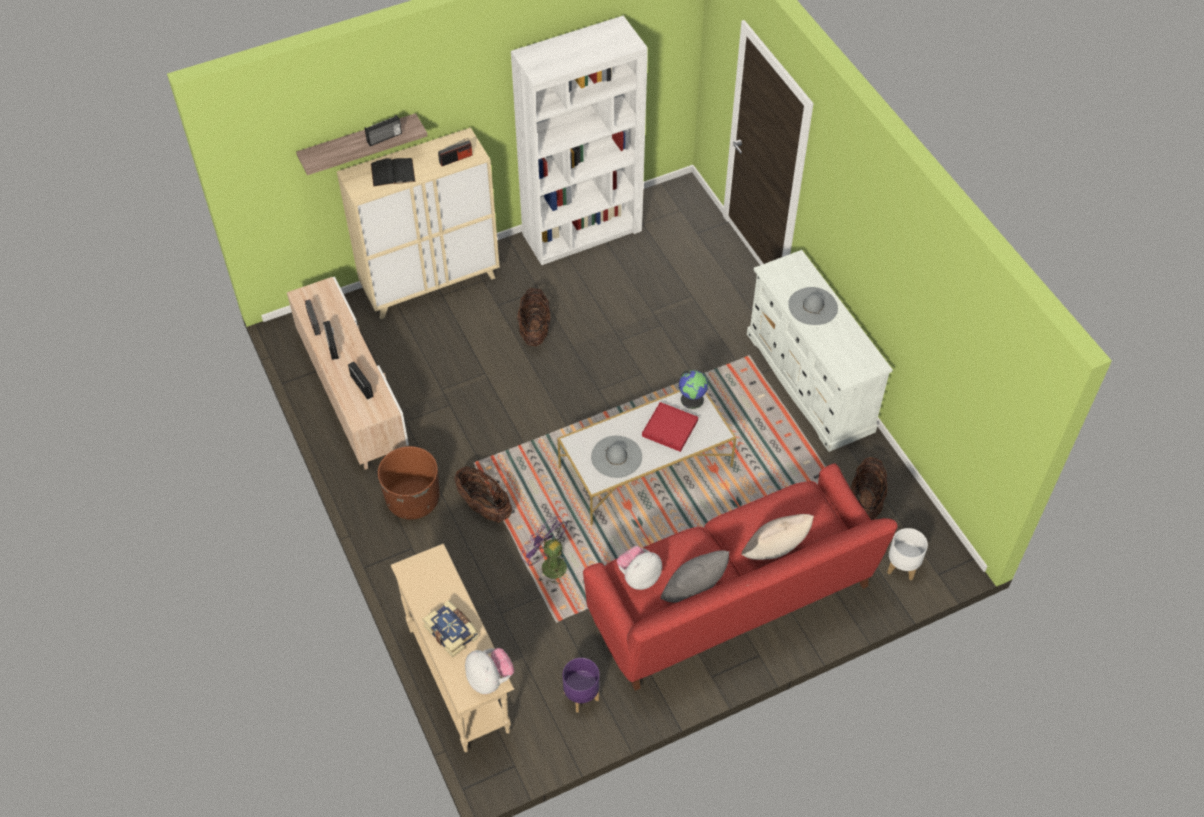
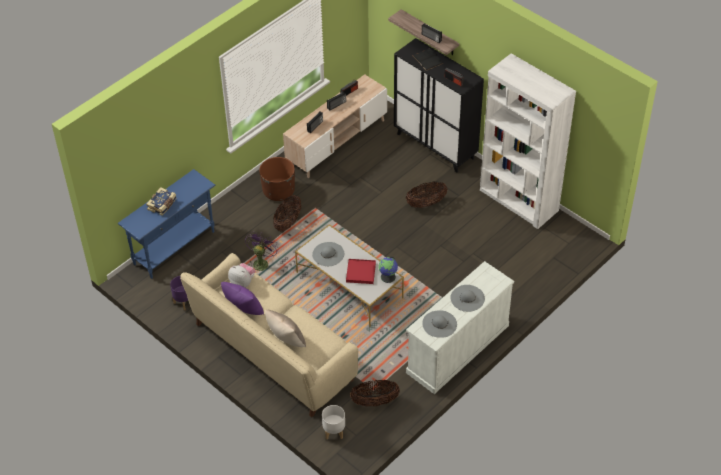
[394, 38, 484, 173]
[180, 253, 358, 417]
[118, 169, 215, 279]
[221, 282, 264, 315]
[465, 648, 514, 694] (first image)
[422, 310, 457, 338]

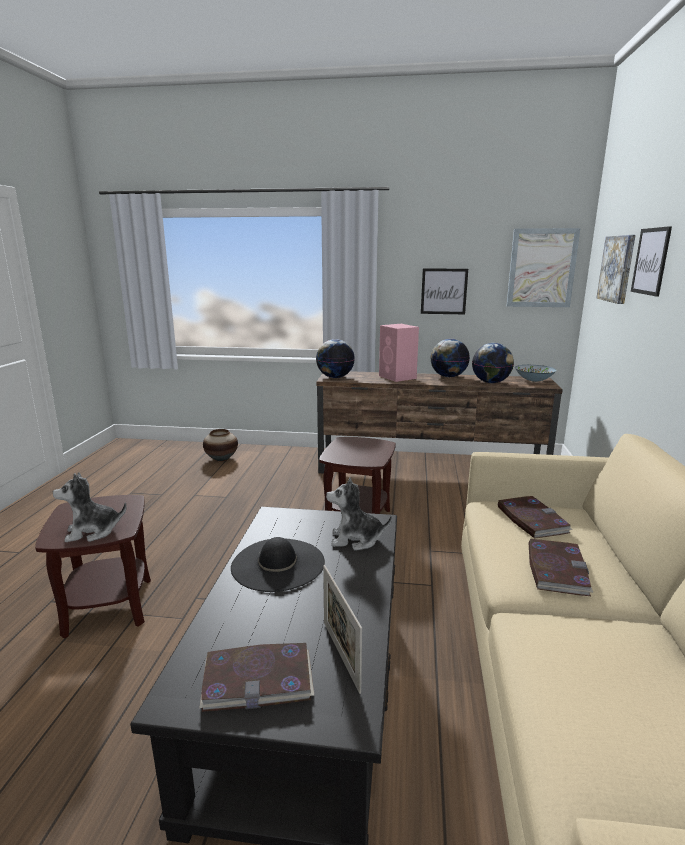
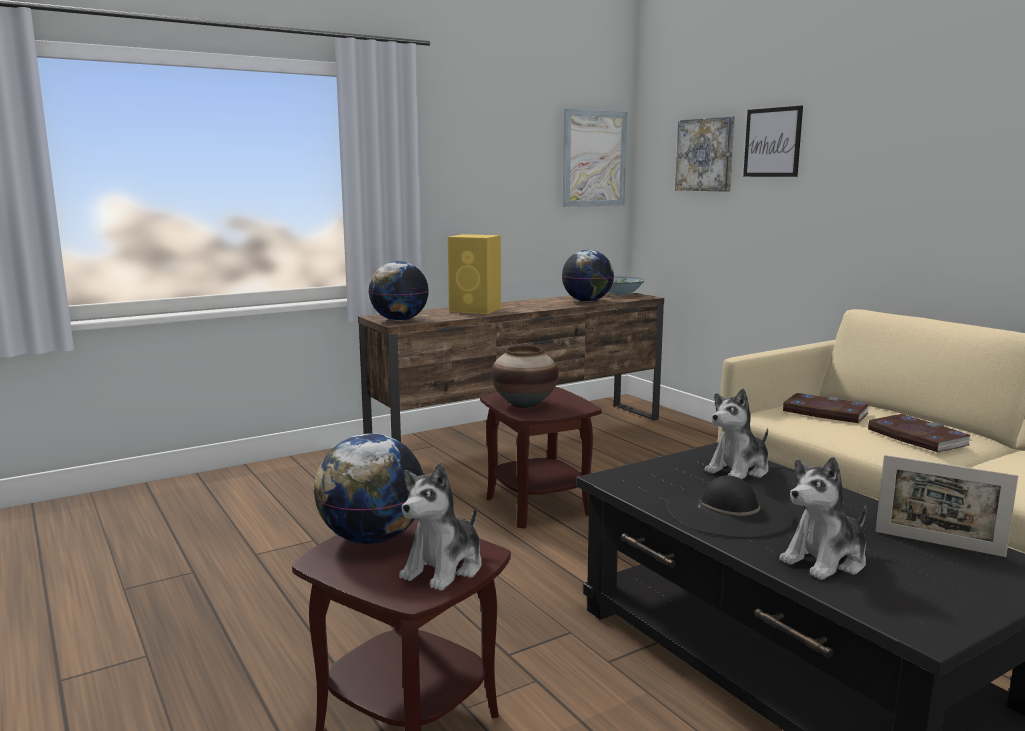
[421, 268, 468, 314] (first image)
[448, 234, 501, 314]
[314, 433, 423, 544]
[491, 346, 558, 408]
[199, 643, 314, 712] (first image)
[779, 457, 867, 580]

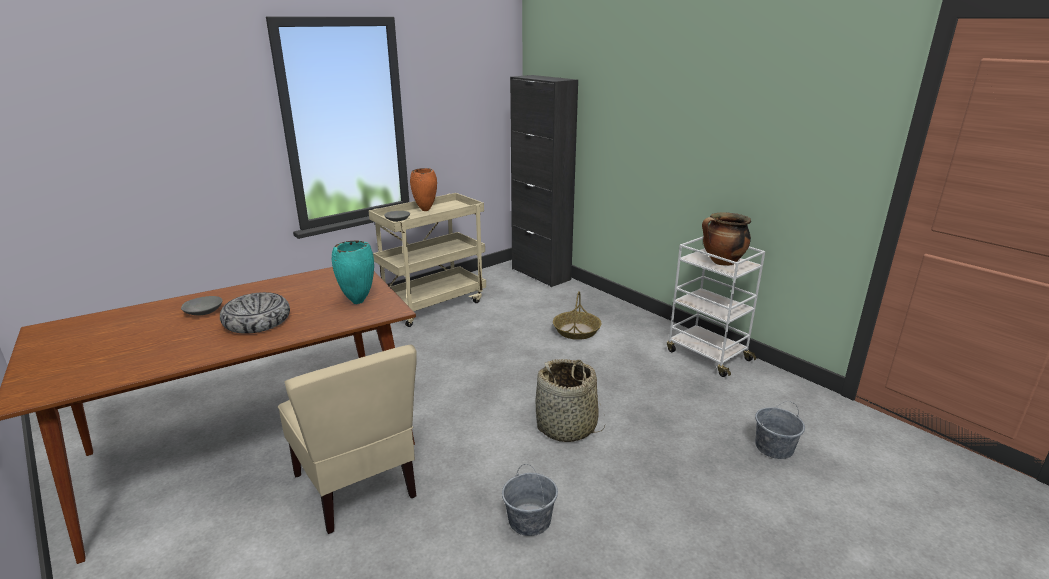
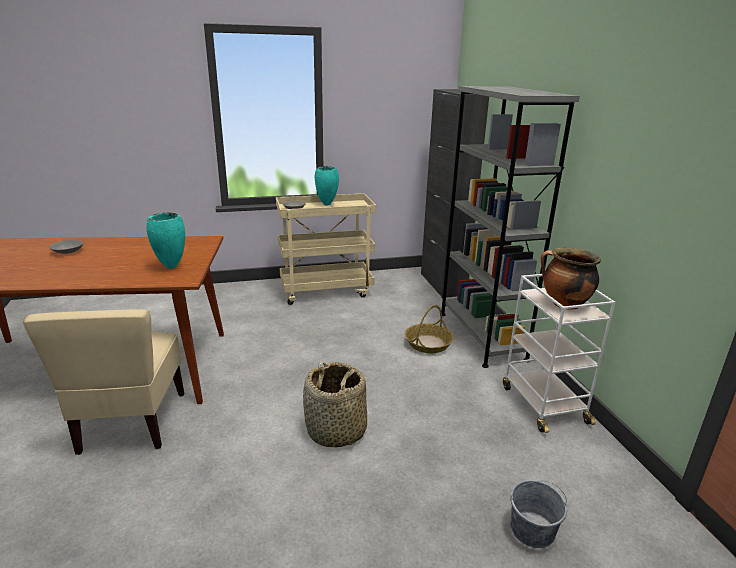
[315, 166, 339, 206]
[220, 292, 290, 334] (first image)
[502, 464, 558, 536] (first image)
[441, 86, 580, 368]

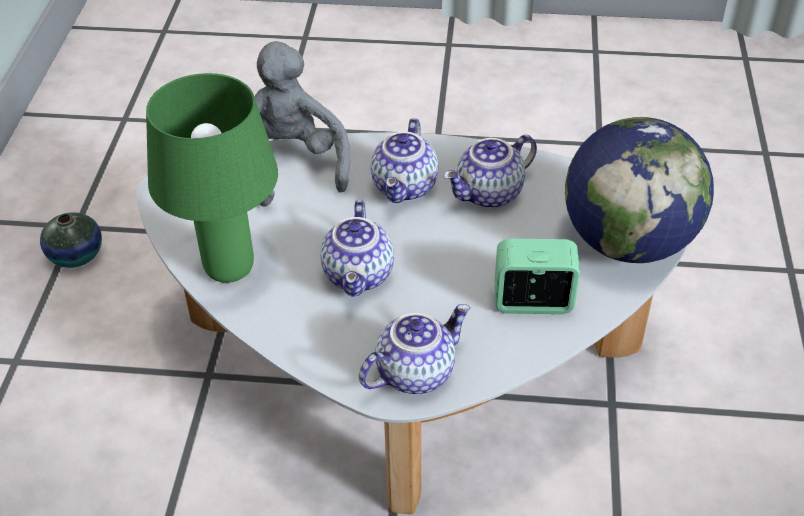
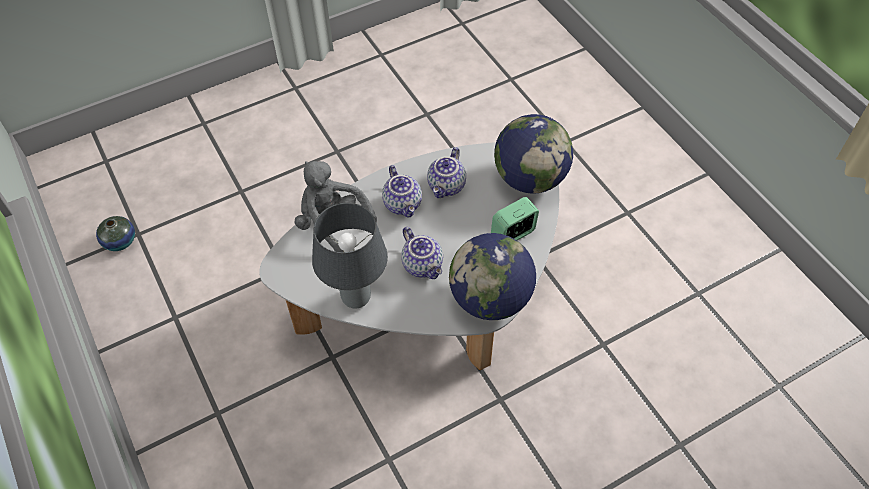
[312, 203, 388, 309]
[96, 216, 135, 251]
[449, 233, 536, 320]

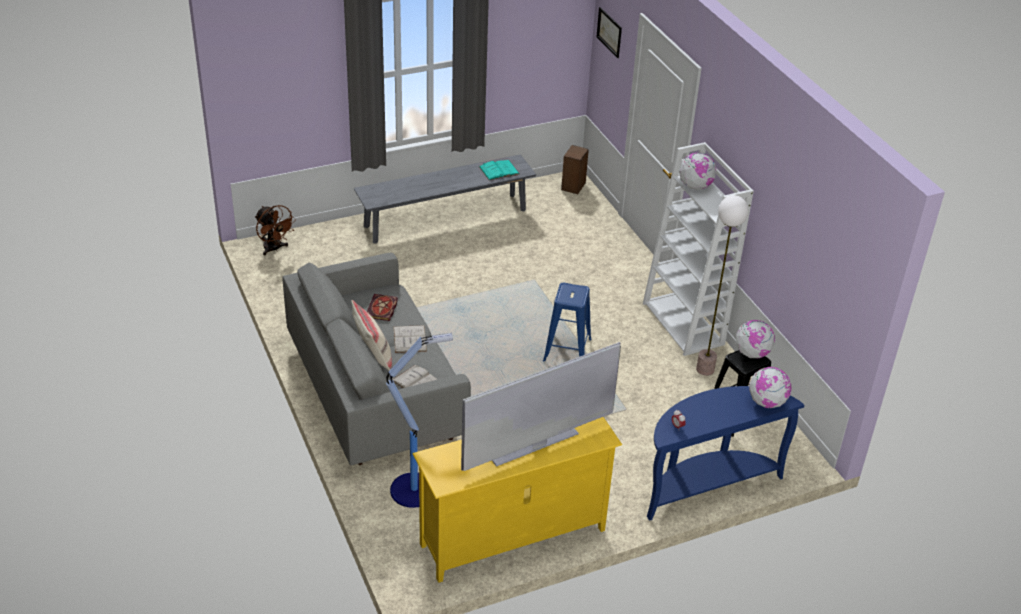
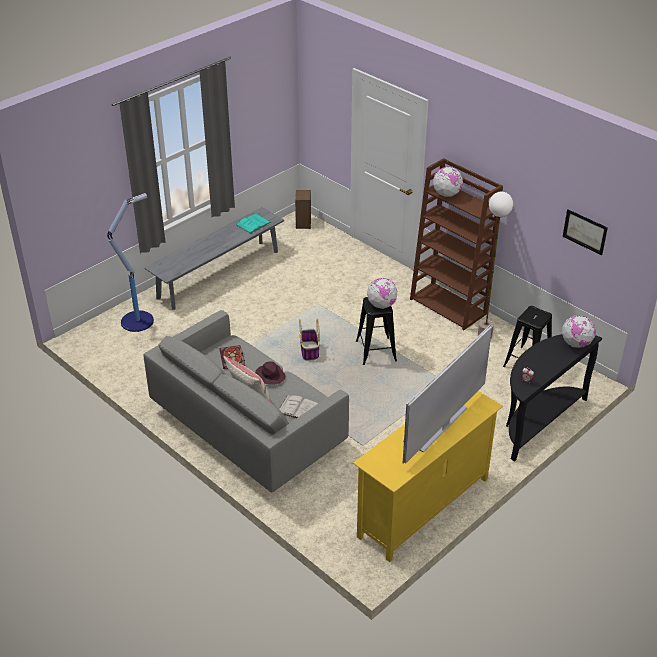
[563, 209, 608, 255]
[410, 158, 503, 330]
[255, 205, 296, 256] (first image)
[356, 297, 397, 365]
[367, 278, 397, 309]
[255, 361, 285, 385]
[107, 193, 154, 332]
[506, 334, 602, 462]
[299, 318, 320, 361]

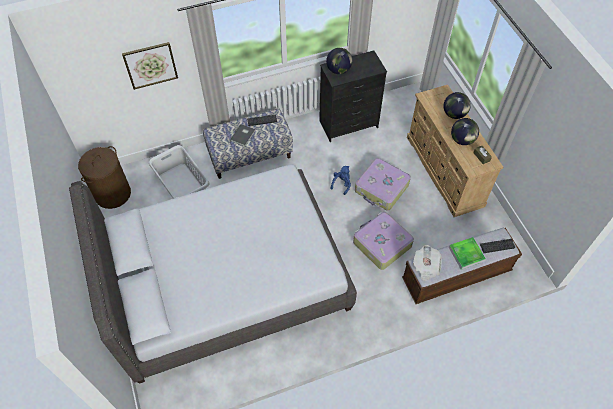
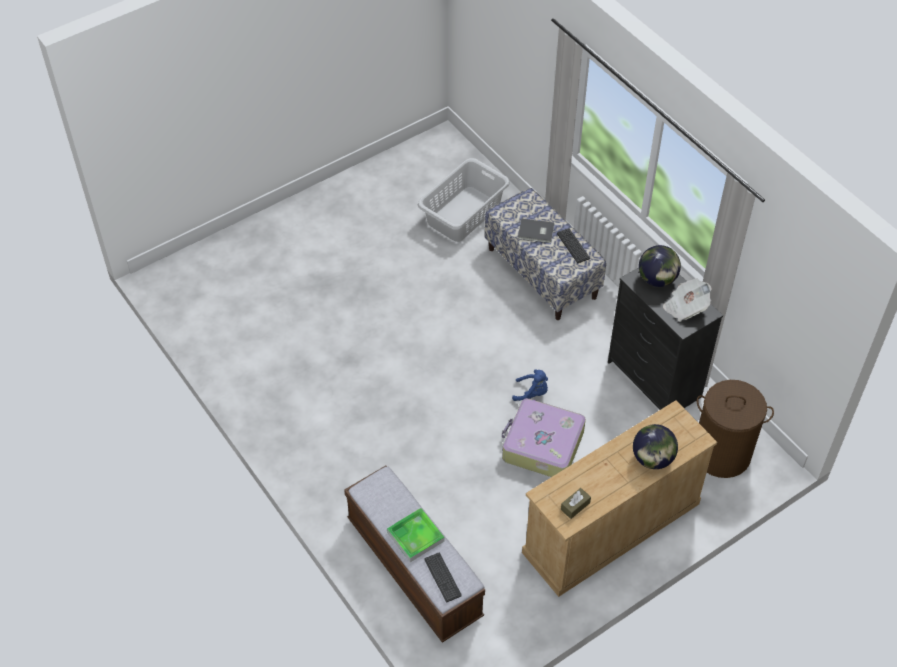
[122, 42, 178, 90] (first image)
[451, 118, 479, 145] (first image)
[697, 380, 774, 478]
[69, 164, 357, 384] (first image)
[353, 212, 414, 270] (first image)
[663, 278, 712, 321]

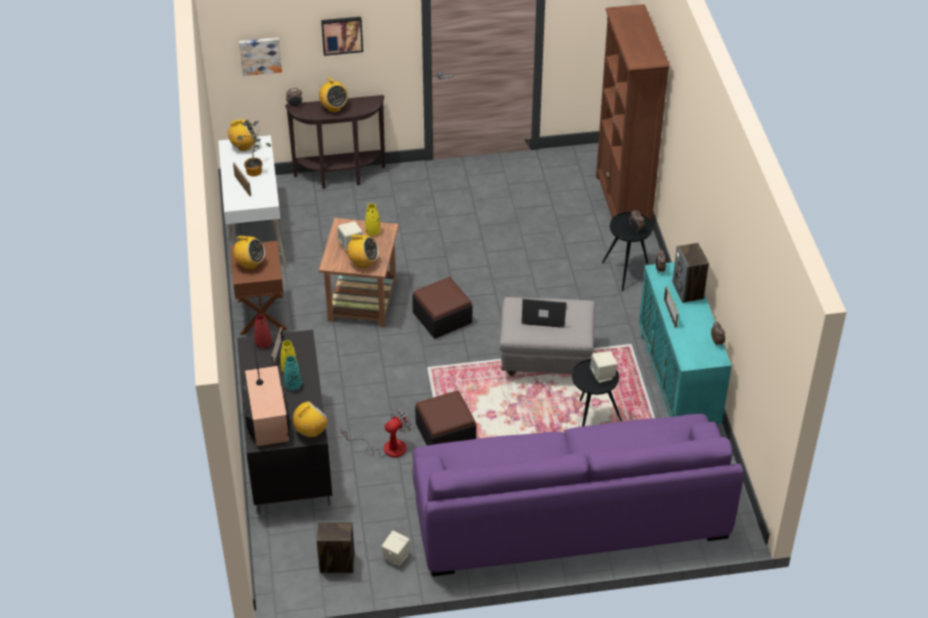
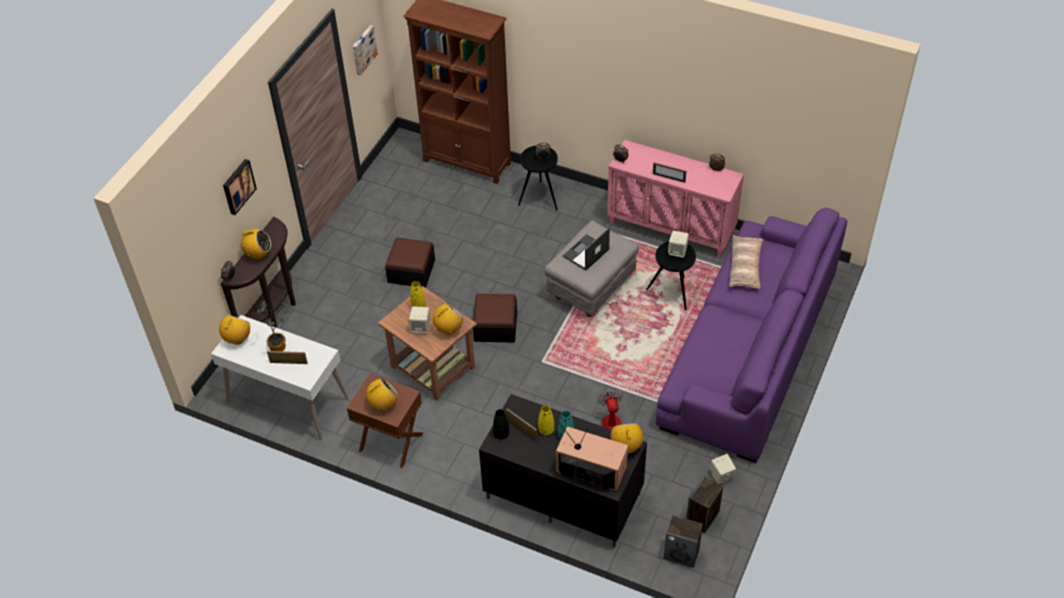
[353, 25, 378, 75]
[664, 515, 703, 568]
[607, 140, 744, 258]
[493, 409, 509, 439]
[385, 238, 435, 288]
[729, 235, 763, 289]

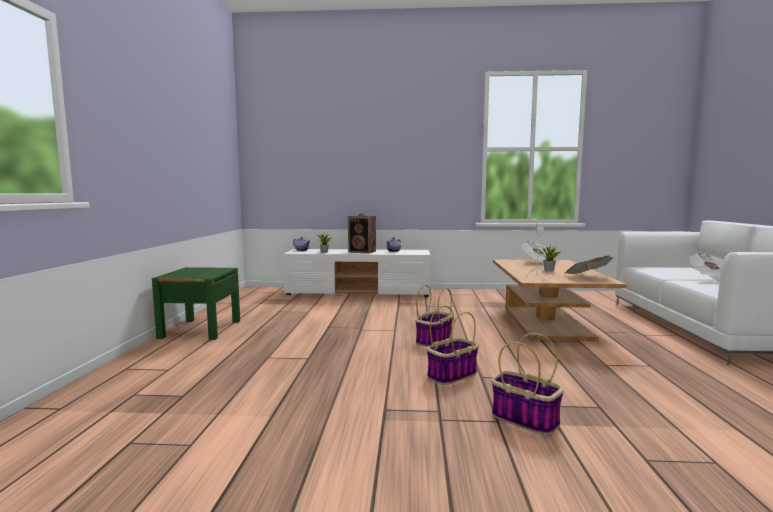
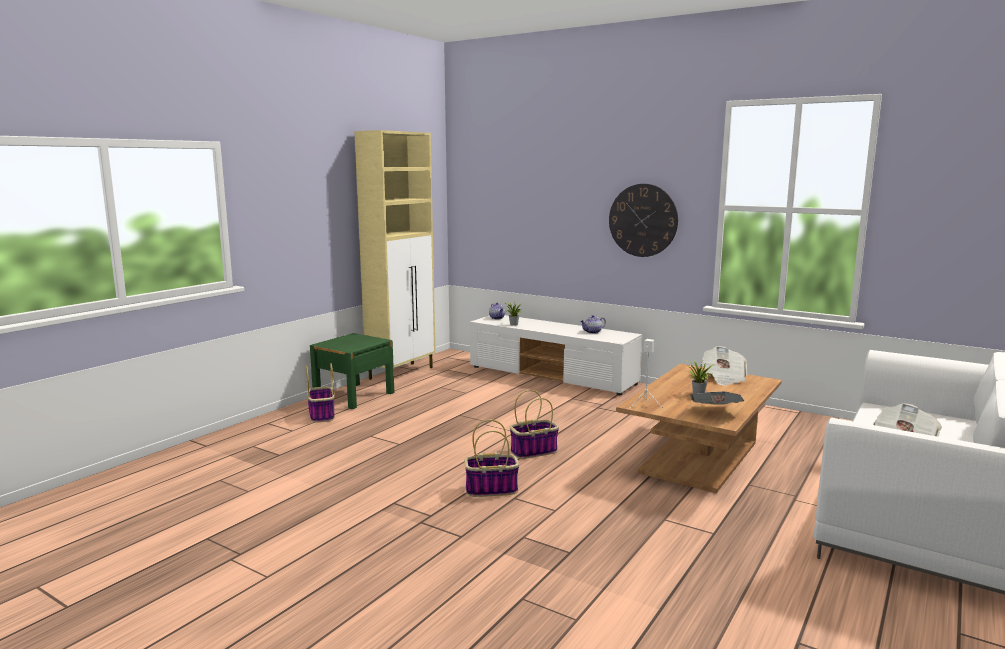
[348, 214, 376, 254] (first image)
[306, 363, 335, 423]
[354, 130, 436, 380]
[609, 184, 678, 257]

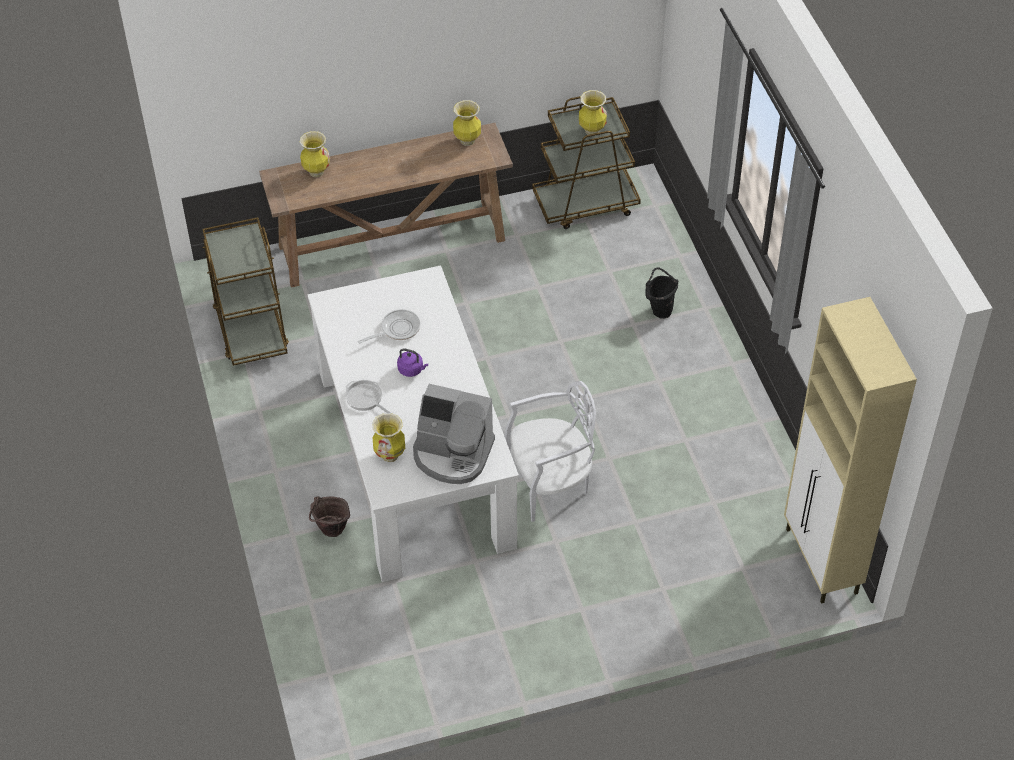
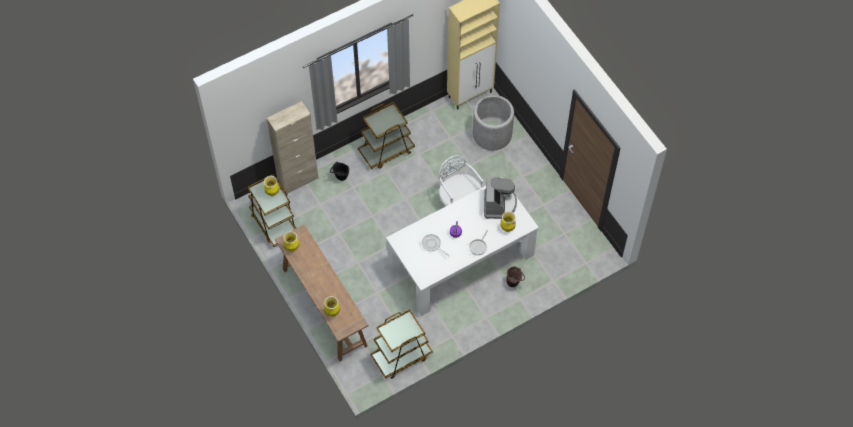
[473, 95, 514, 150]
[267, 101, 319, 194]
[358, 102, 415, 169]

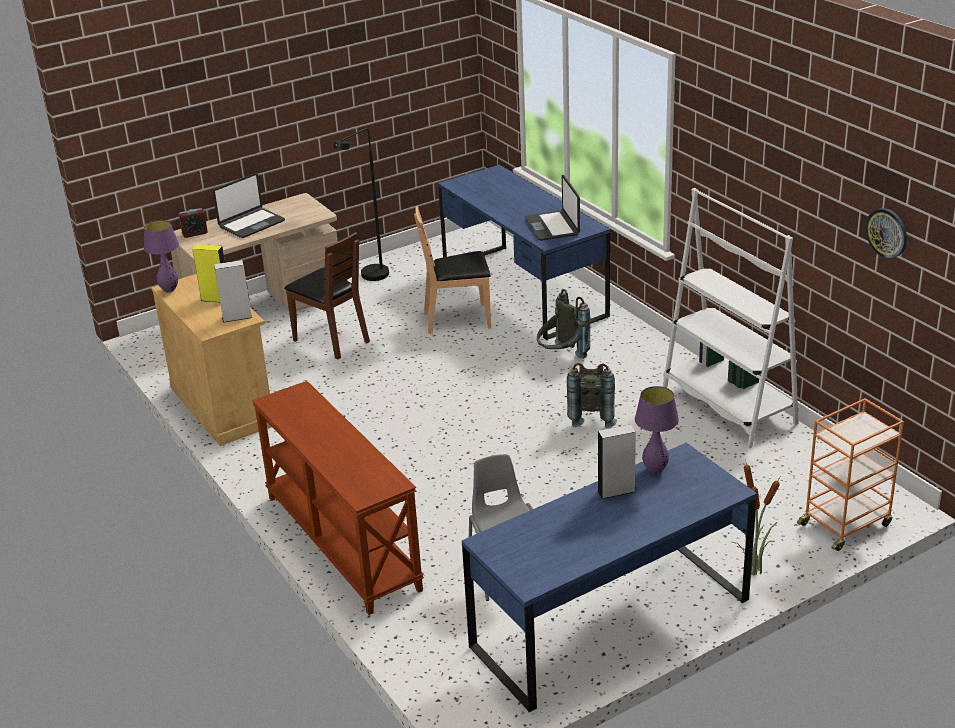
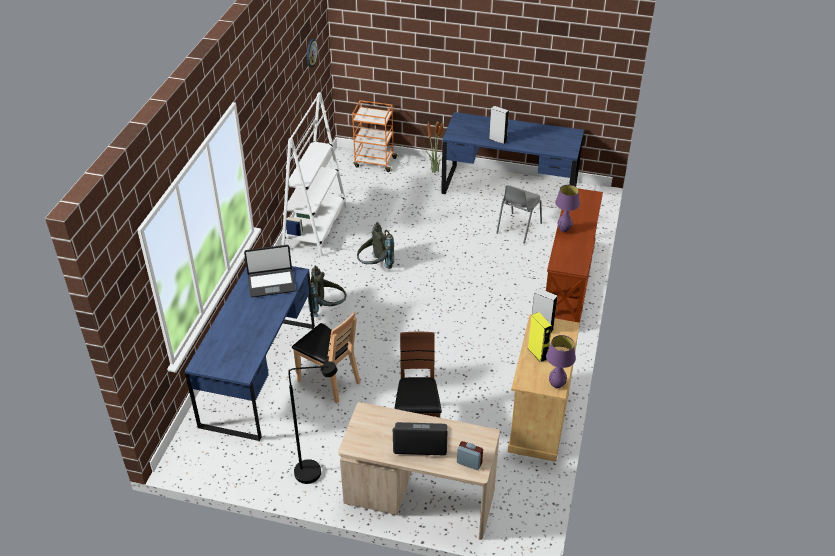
[244, 245, 295, 297]
[555, 185, 580, 233]

